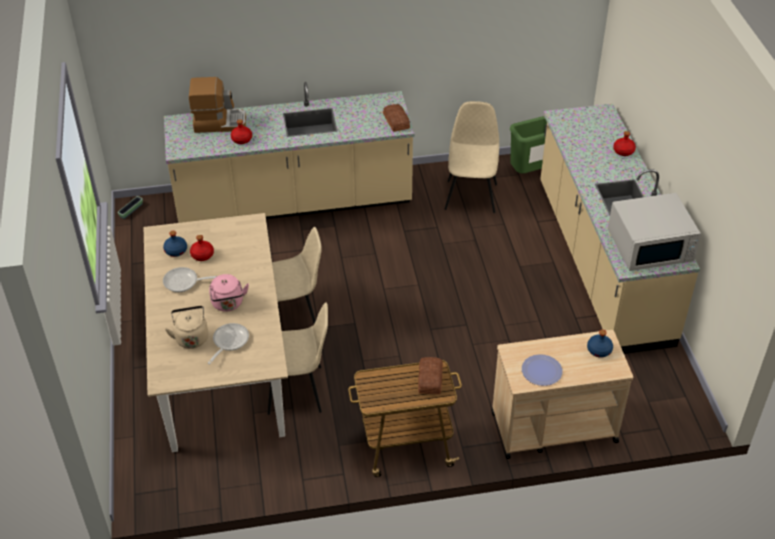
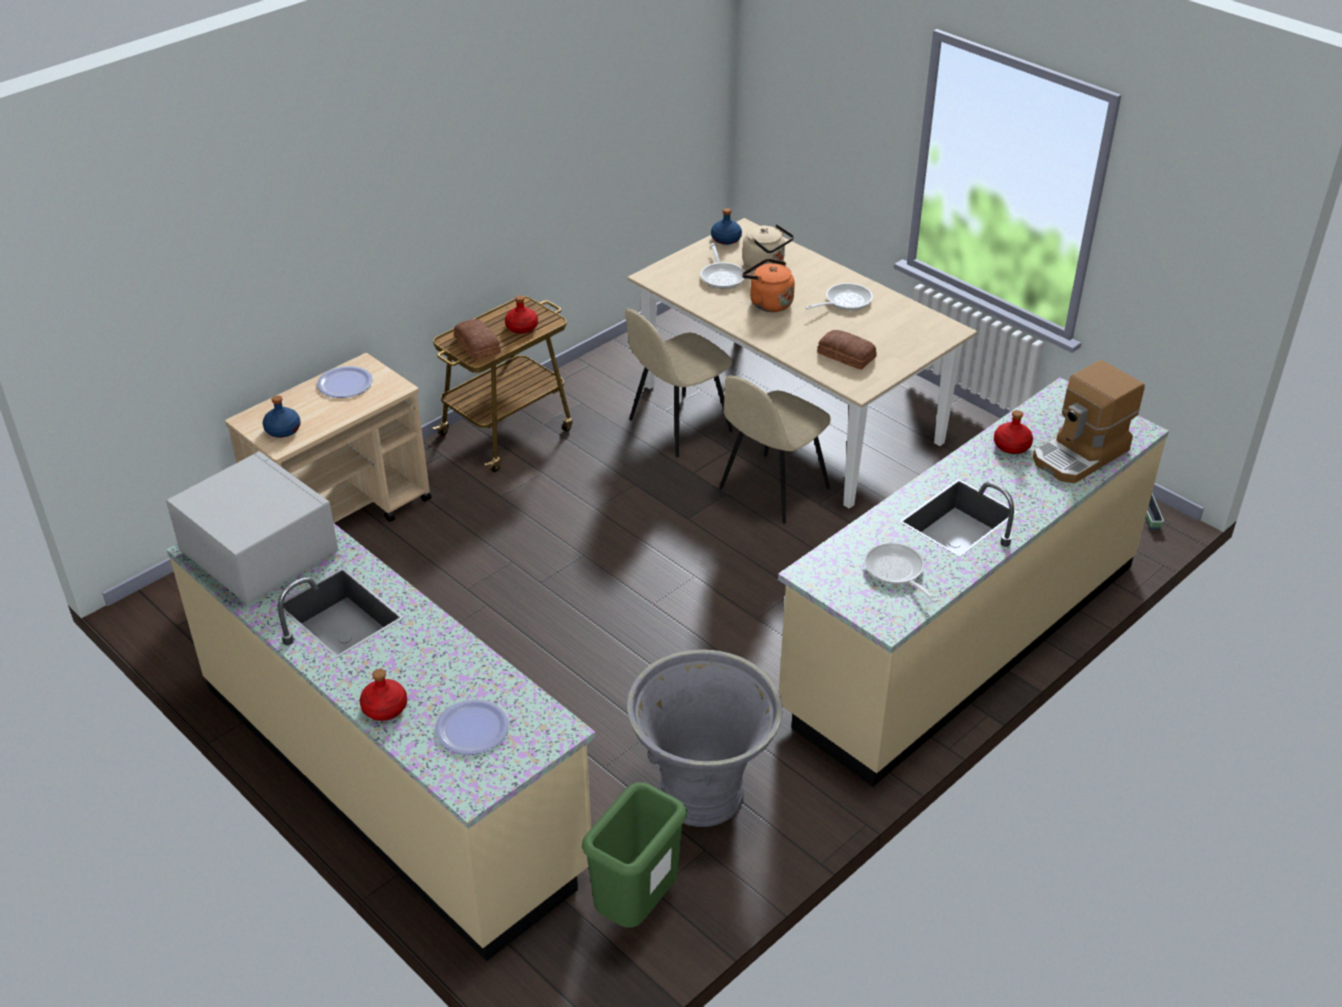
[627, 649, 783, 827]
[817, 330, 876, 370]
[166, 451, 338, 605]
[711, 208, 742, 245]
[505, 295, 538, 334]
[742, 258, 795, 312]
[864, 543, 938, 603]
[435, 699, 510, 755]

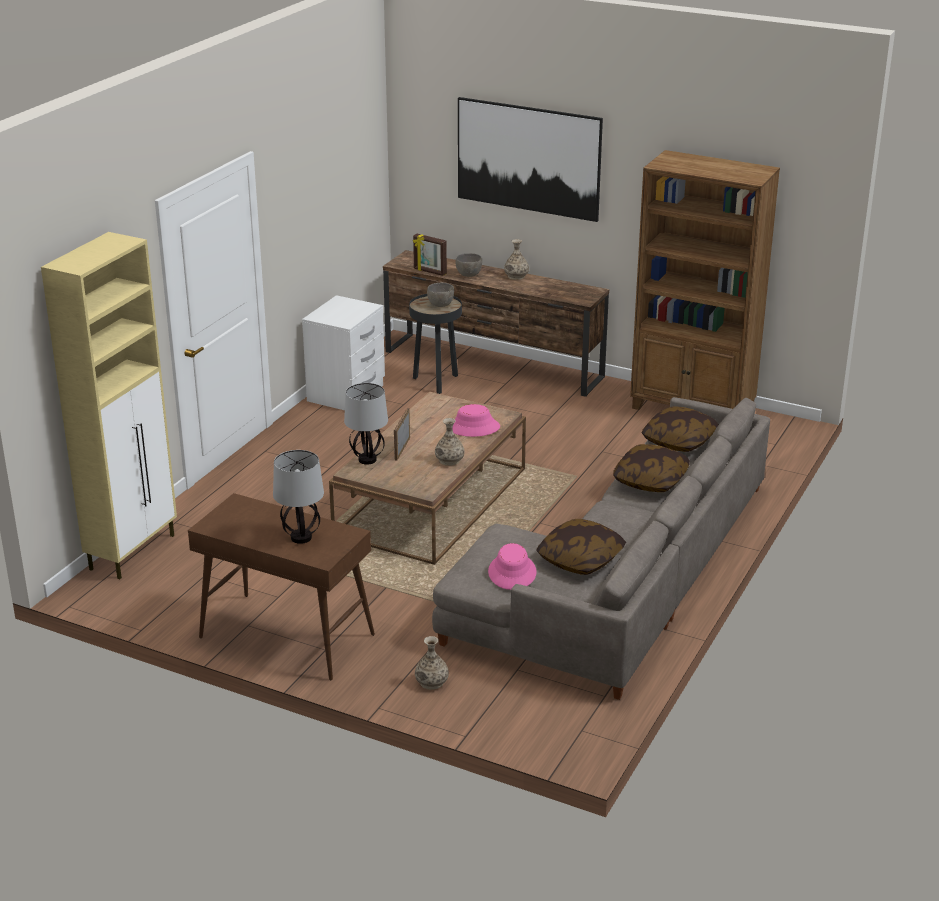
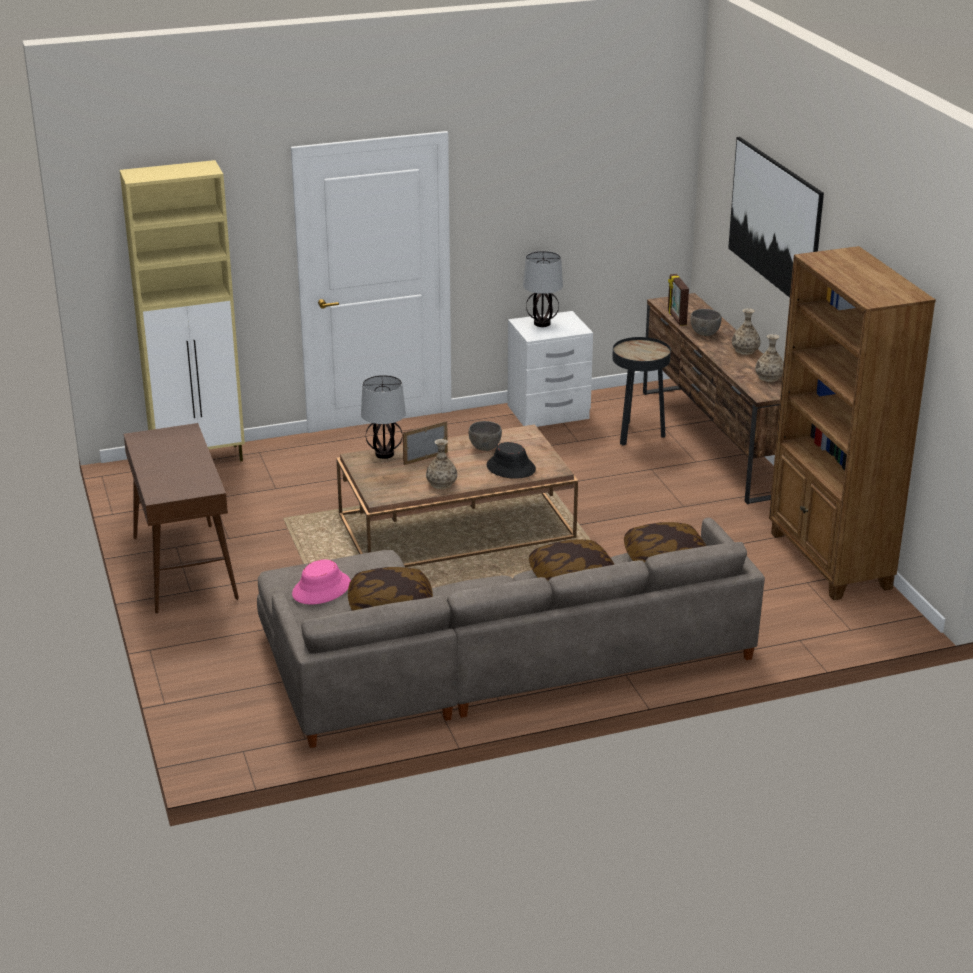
[469, 421, 502, 451]
[487, 442, 536, 479]
[523, 251, 563, 327]
[755, 334, 784, 382]

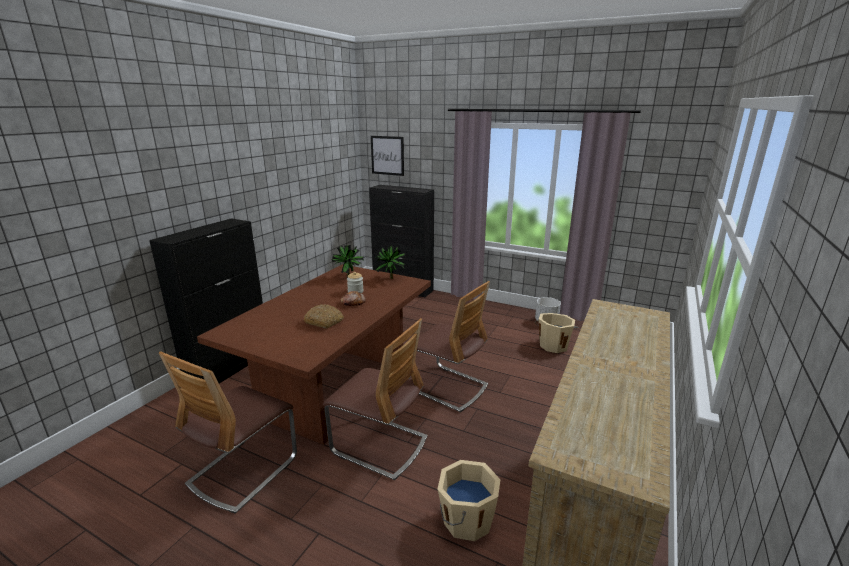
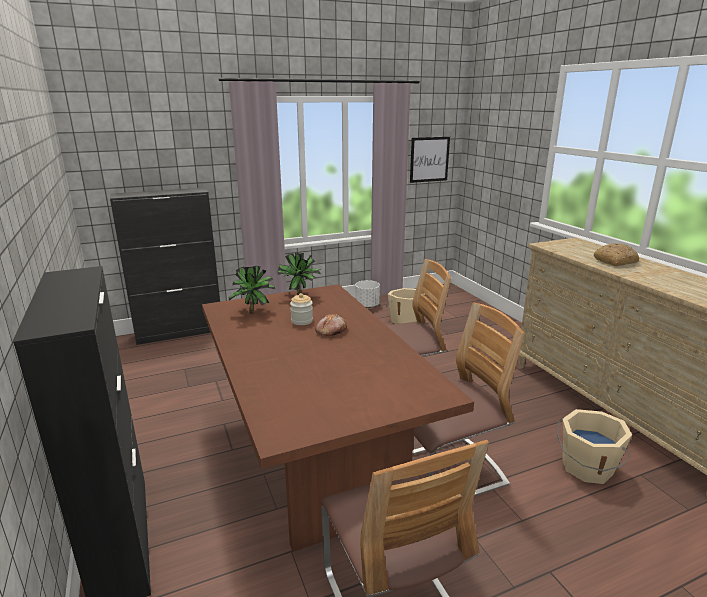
[410, 137, 450, 183]
[594, 243, 639, 266]

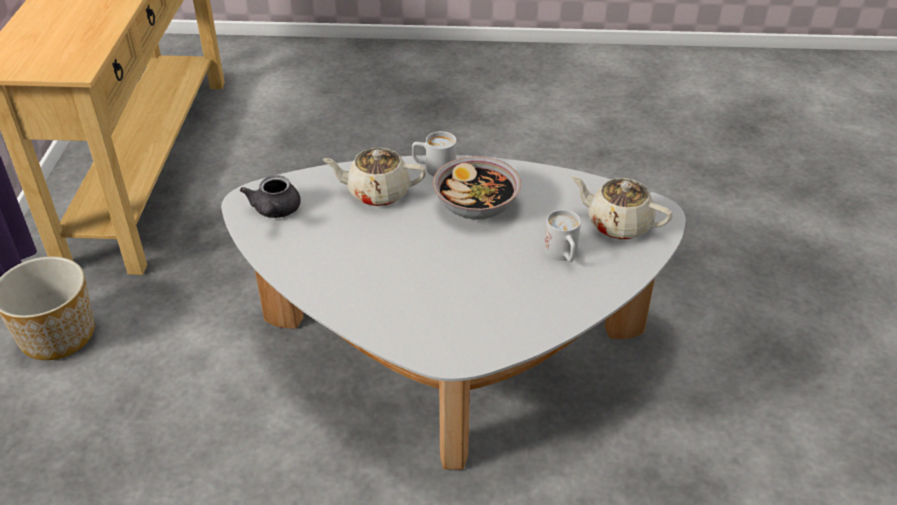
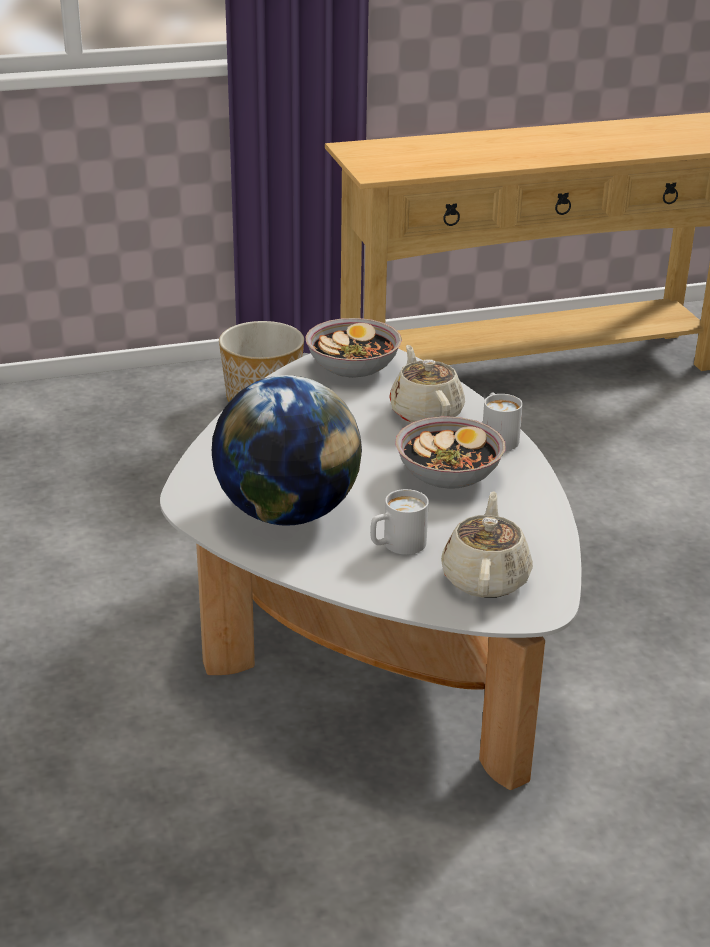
[305, 318, 402, 378]
[212, 375, 362, 526]

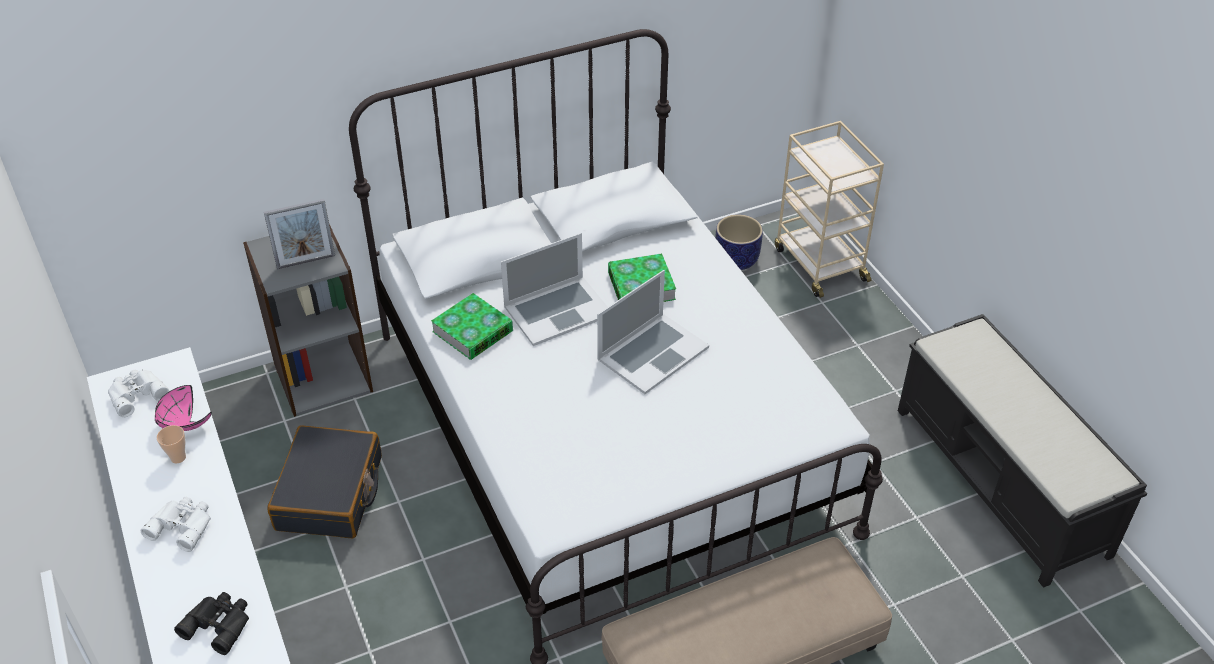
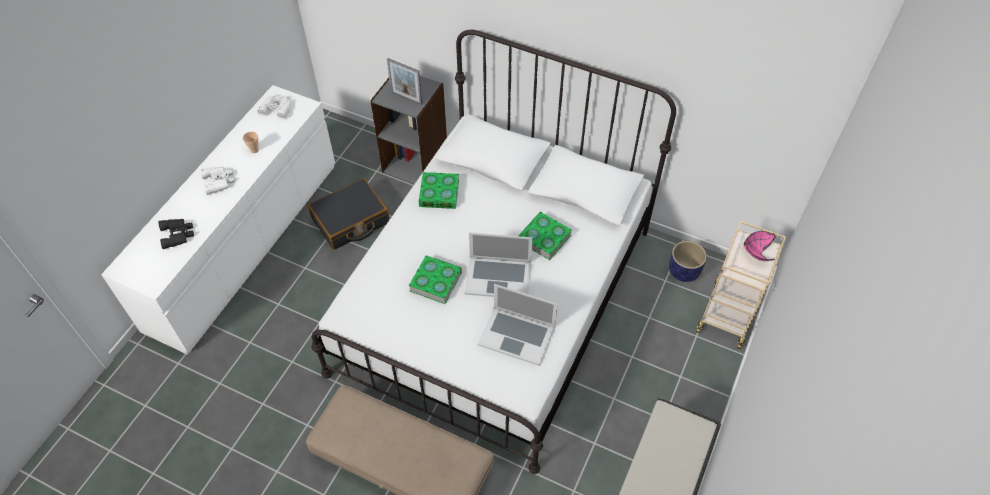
[478, 284, 558, 366]
[744, 231, 776, 261]
[409, 255, 462, 304]

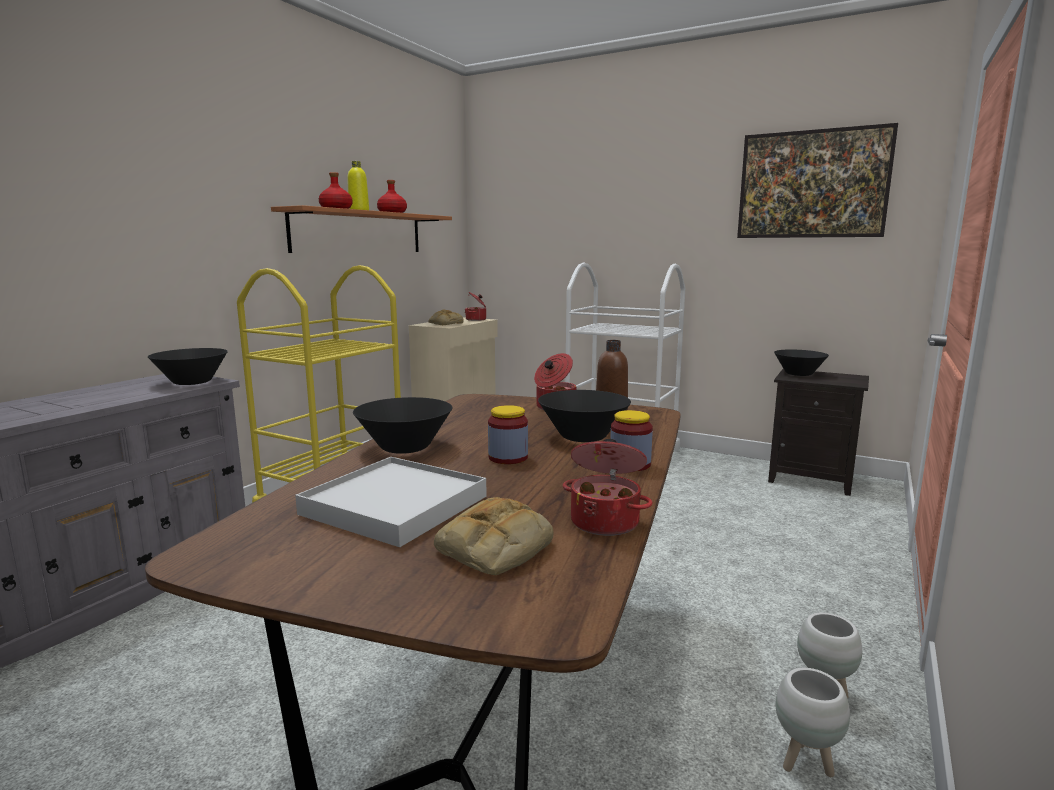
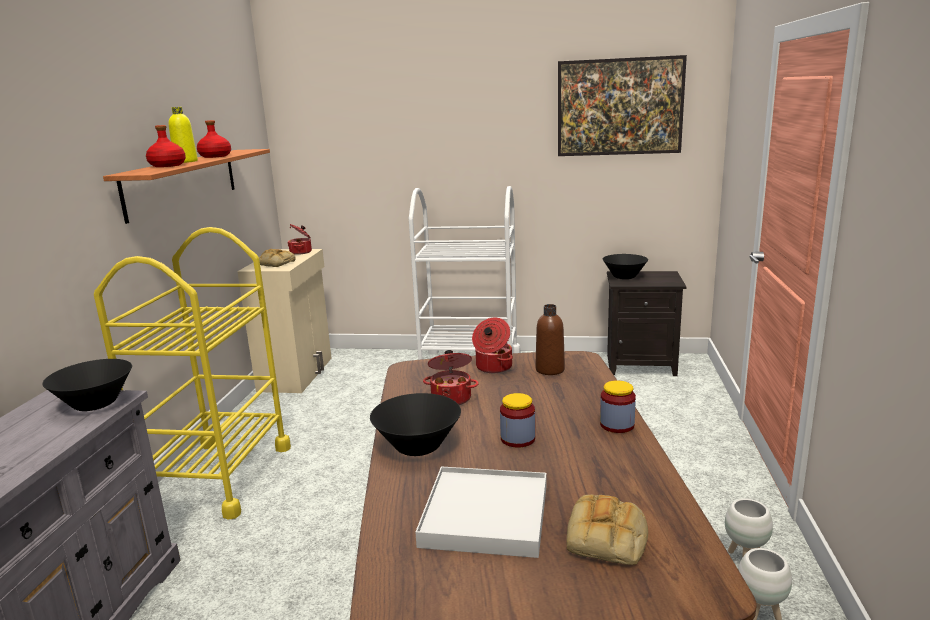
[538, 390, 631, 442] (first image)
[423, 350, 479, 405]

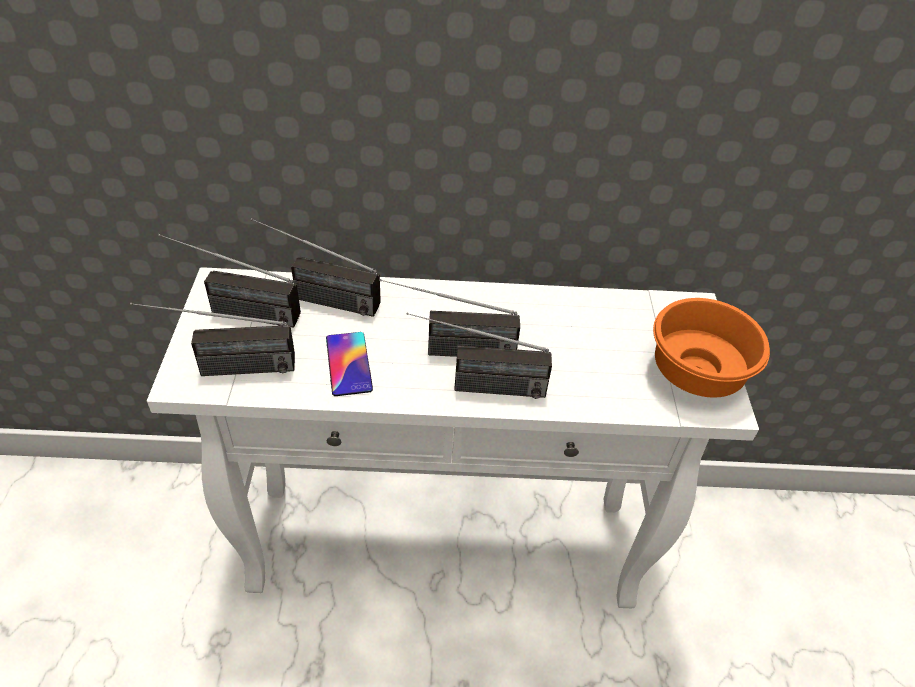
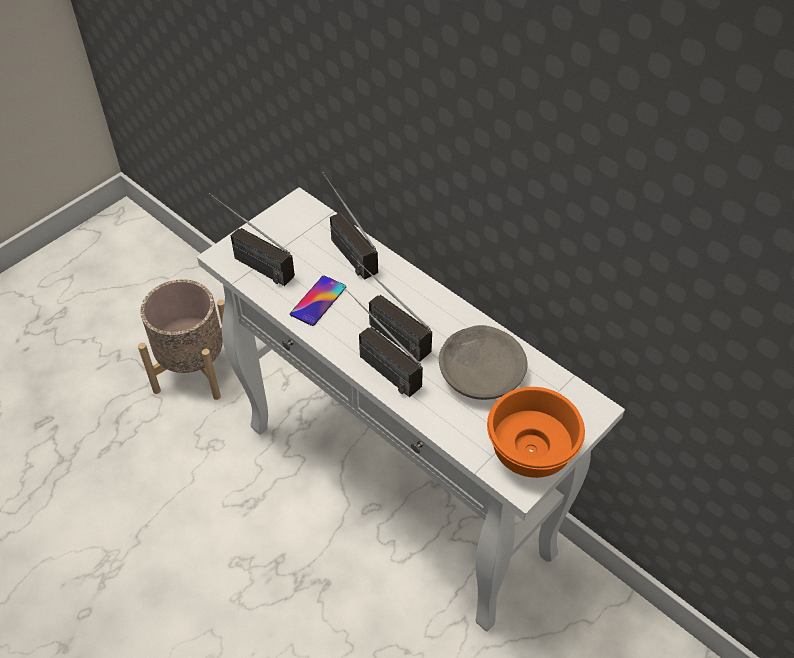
[158, 234, 301, 328] (first image)
[138, 279, 225, 400]
[439, 325, 528, 400]

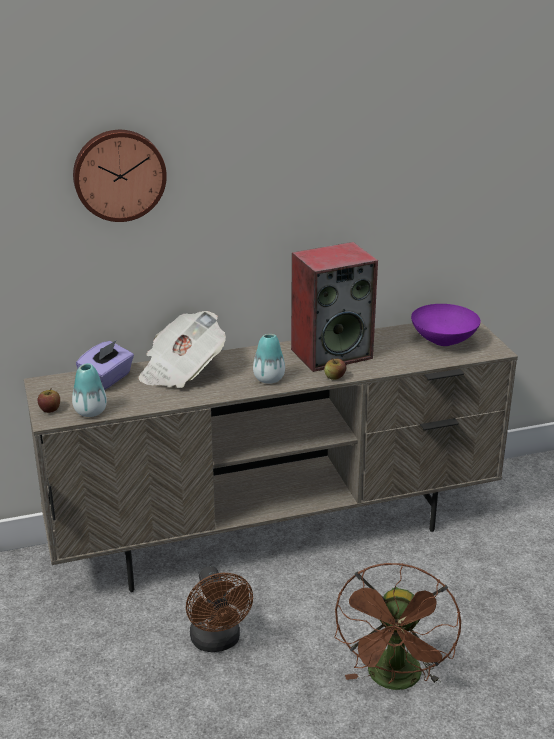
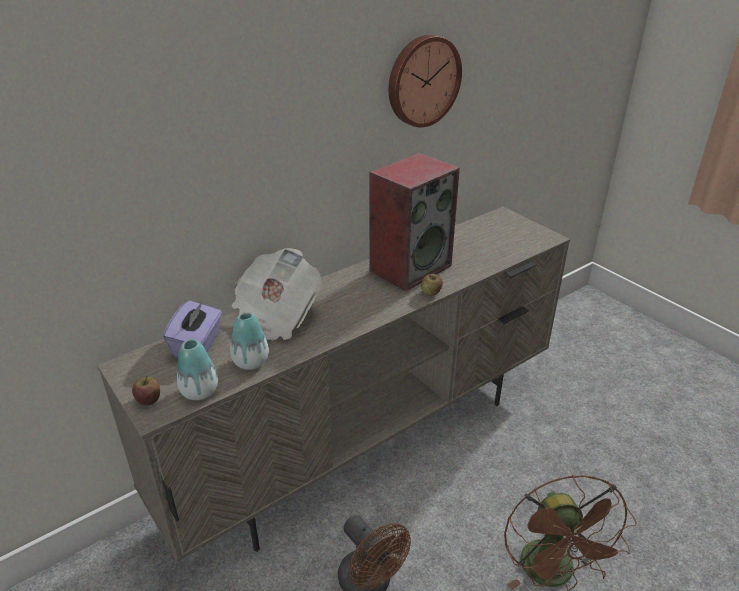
[389, 35, 462, 127]
[411, 304, 481, 346] (first image)
[230, 312, 269, 370]

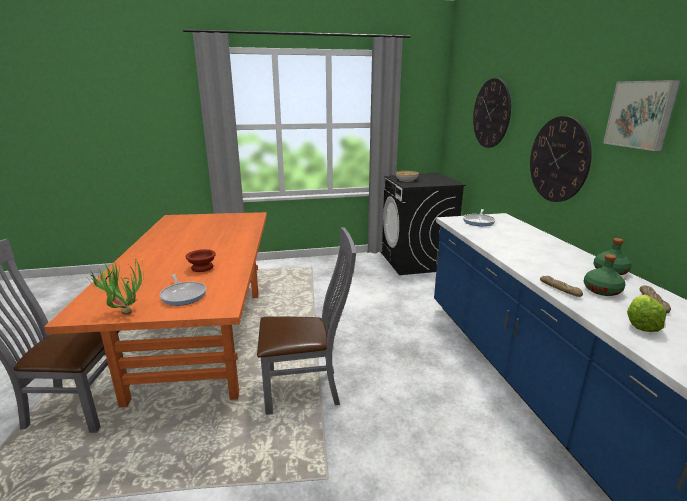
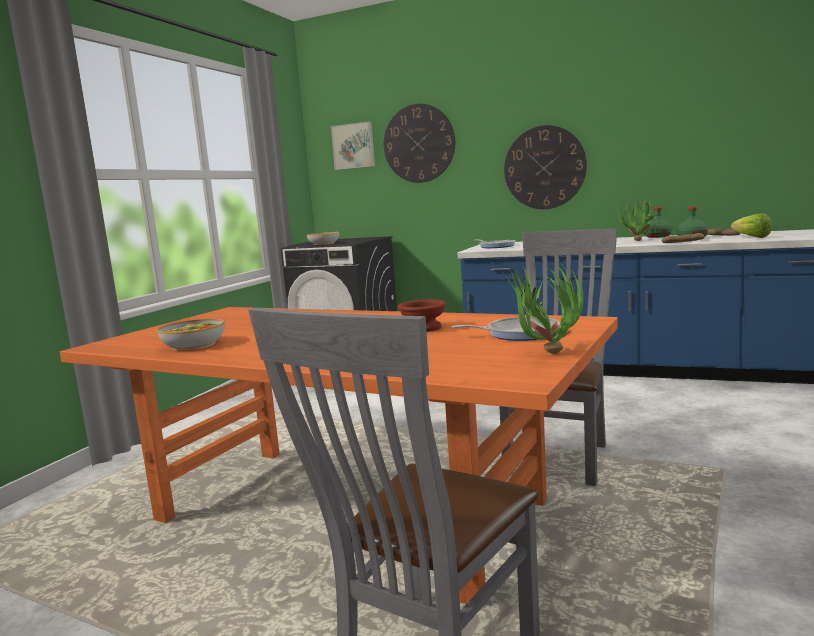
[331, 121, 375, 170]
[617, 194, 658, 241]
[157, 319, 225, 350]

